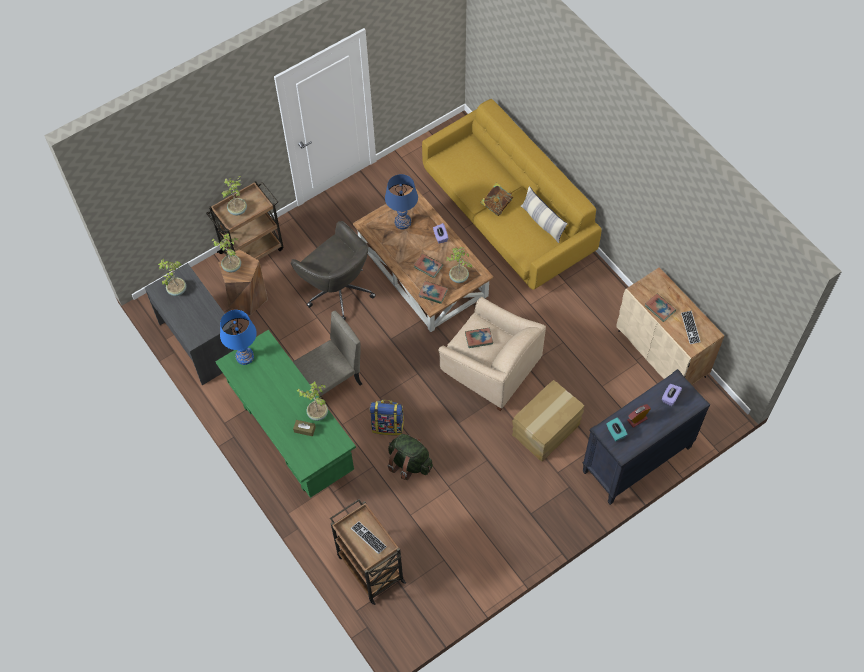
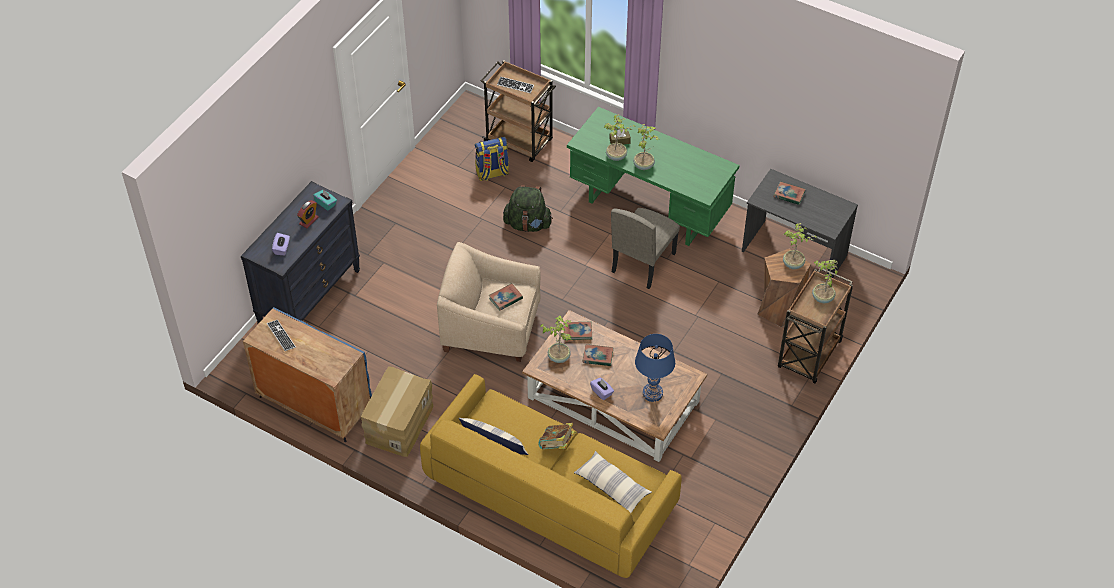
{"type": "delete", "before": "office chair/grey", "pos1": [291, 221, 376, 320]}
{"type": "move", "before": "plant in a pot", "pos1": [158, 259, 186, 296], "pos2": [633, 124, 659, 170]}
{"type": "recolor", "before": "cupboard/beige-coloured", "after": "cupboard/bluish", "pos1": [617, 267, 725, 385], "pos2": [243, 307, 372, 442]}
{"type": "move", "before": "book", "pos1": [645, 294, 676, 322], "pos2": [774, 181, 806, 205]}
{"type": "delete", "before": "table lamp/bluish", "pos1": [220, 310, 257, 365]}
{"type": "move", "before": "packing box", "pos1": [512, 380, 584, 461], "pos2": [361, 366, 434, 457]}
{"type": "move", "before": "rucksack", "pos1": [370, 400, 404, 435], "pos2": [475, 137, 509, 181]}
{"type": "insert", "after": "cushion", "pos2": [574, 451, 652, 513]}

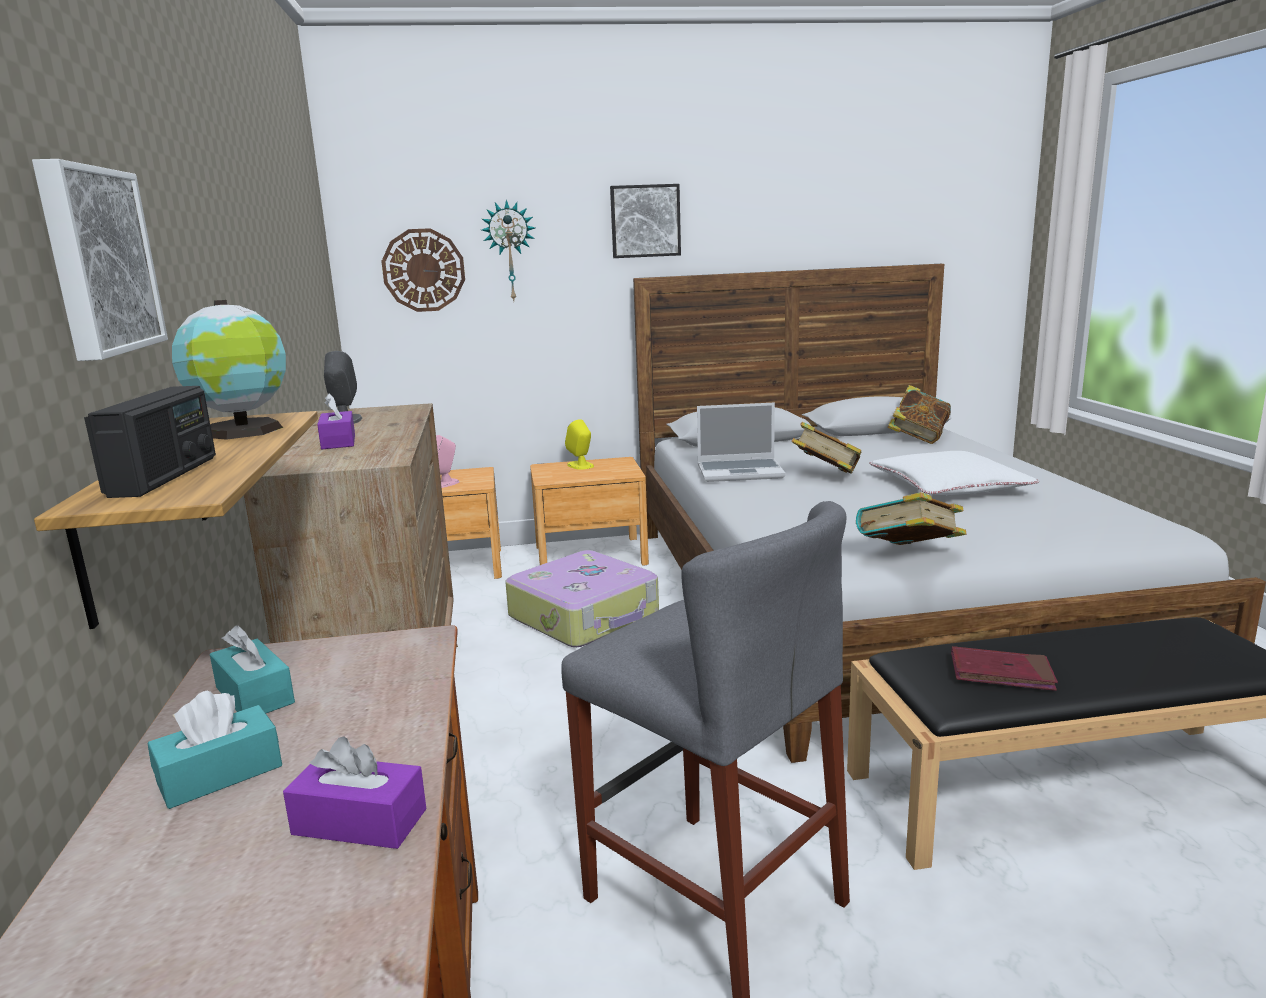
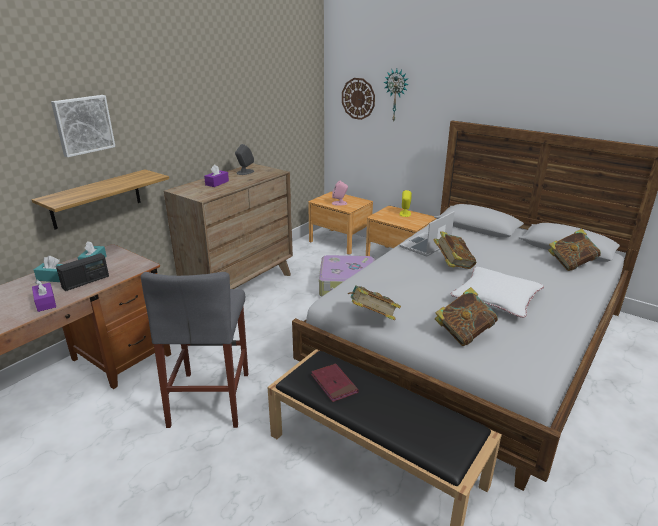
{"type": "delete", "before": "wall picture", "pos1": [610, 184, 681, 258]}
{"type": "delete", "before": "desk globe", "pos1": [172, 300, 286, 440]}
{"type": "move", "before": "radio", "pos1": [84, 386, 216, 498], "pos2": [56, 253, 109, 291]}
{"type": "rotate", "before": "notebook computer", "pos1": [697, 403, 786, 482], "pos2": [399, 211, 455, 257], "turn": 90}
{"type": "insert", "after": "book", "pos2": [435, 287, 498, 346]}

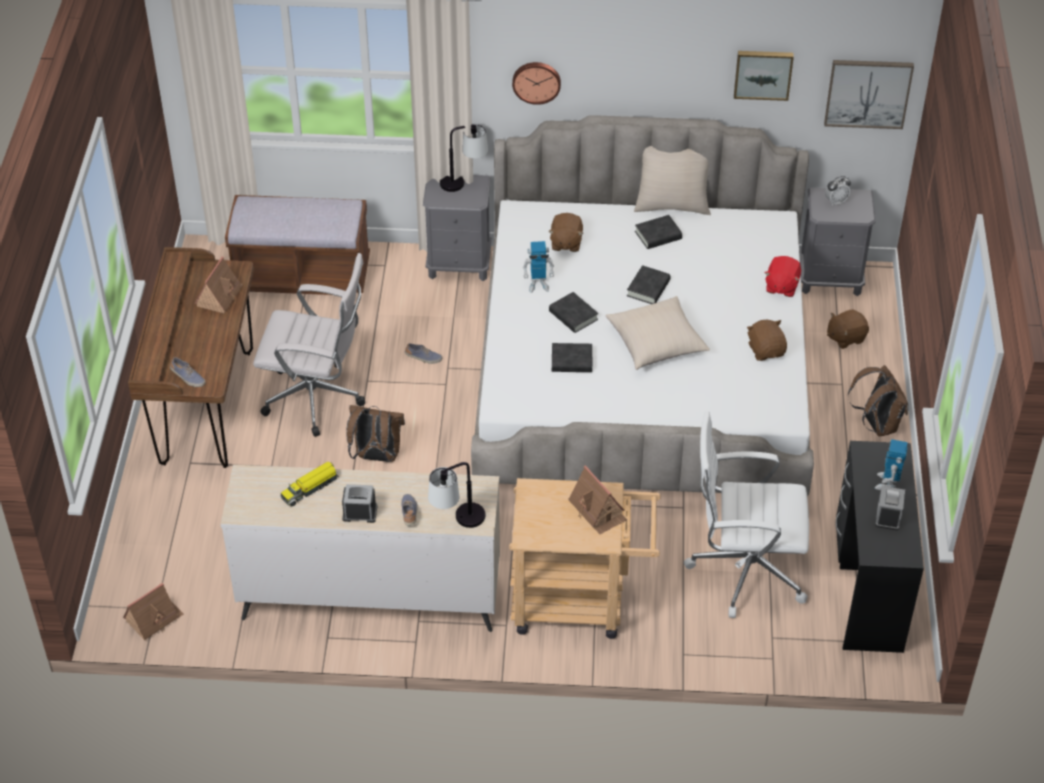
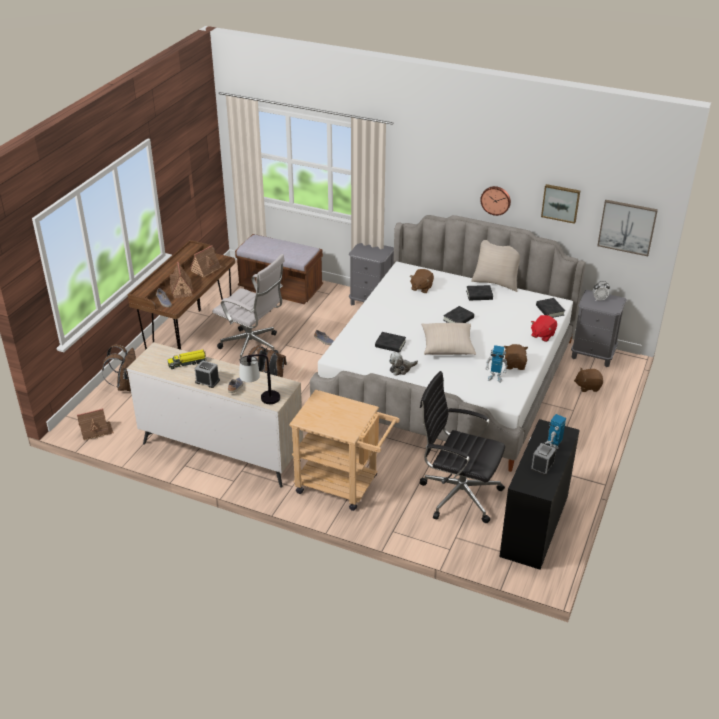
{"type": "move", "before": "wall clock", "pos1": [512, 62, 561, 105], "pos2": [480, 186, 511, 216]}
{"type": "delete", "before": "table lamp", "pos1": [440, 124, 488, 192]}
{"type": "move", "before": "robot figure", "pos1": [523, 241, 554, 293], "pos2": [485, 345, 508, 383]}
{"type": "move", "before": "book/black", "pos1": [549, 292, 598, 333], "pos2": [536, 298, 565, 318]}
{"type": "move", "before": "rucksack/brownish", "pos1": [848, 365, 908, 436], "pos2": [102, 344, 136, 391]}
{"type": "recolor", "before": "office chair/white-coloured", "after": "office chair/black", "pos1": [684, 411, 809, 618], "pos2": [420, 371, 505, 523]}
{"type": "move", "before": "toy house", "pos1": [568, 465, 627, 534], "pos2": [169, 262, 193, 298]}
{"type": "insert", "after": "soft toy", "pos2": [389, 352, 418, 376]}

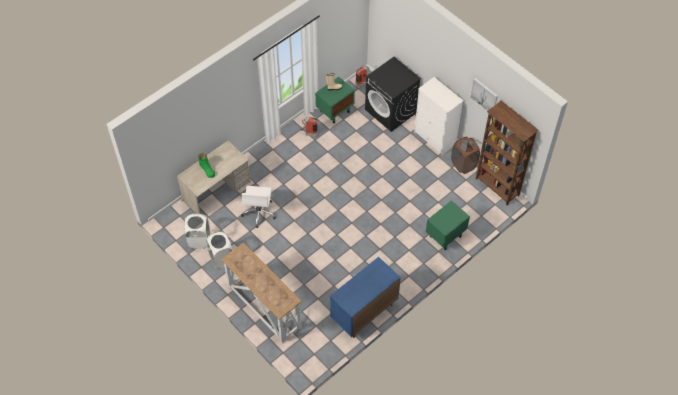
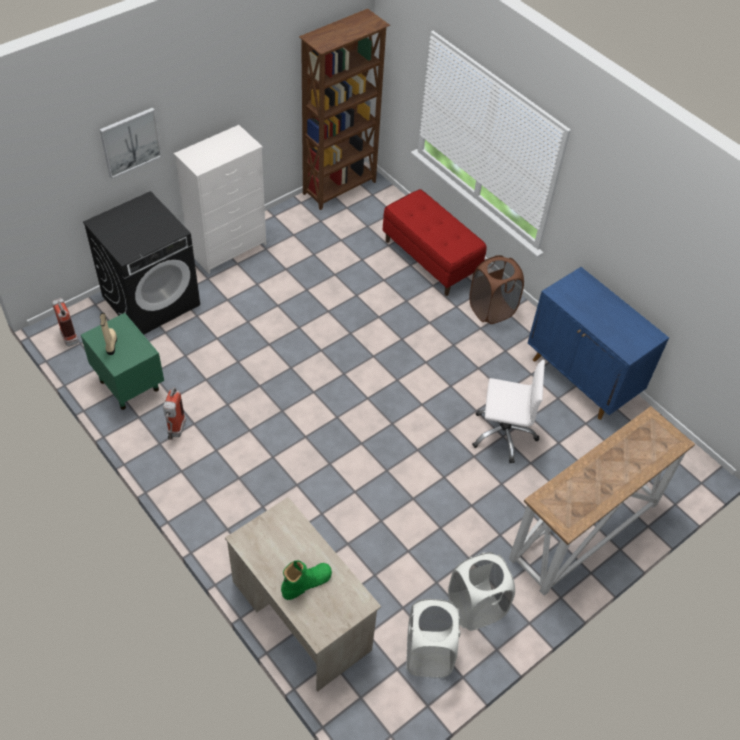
{"type": "move", "before": "wall picture", "pos1": [470, 78, 498, 113], "pos2": [99, 108, 162, 179]}
{"type": "move", "before": "washing basket/brownish", "pos1": [451, 137, 480, 174], "pos2": [469, 255, 524, 324]}
{"type": "move", "before": "office chair/white-coloured", "pos1": [241, 186, 276, 228], "pos2": [472, 360, 545, 463]}
{"type": "replace", "before": "nightstand/greenish", "after": "long seat/reddish", "pos1": [426, 200, 470, 250], "pos2": [383, 189, 487, 296]}

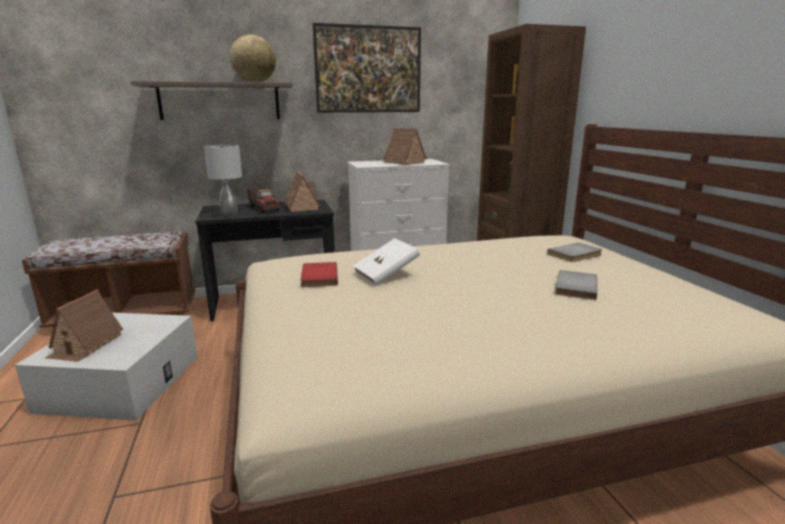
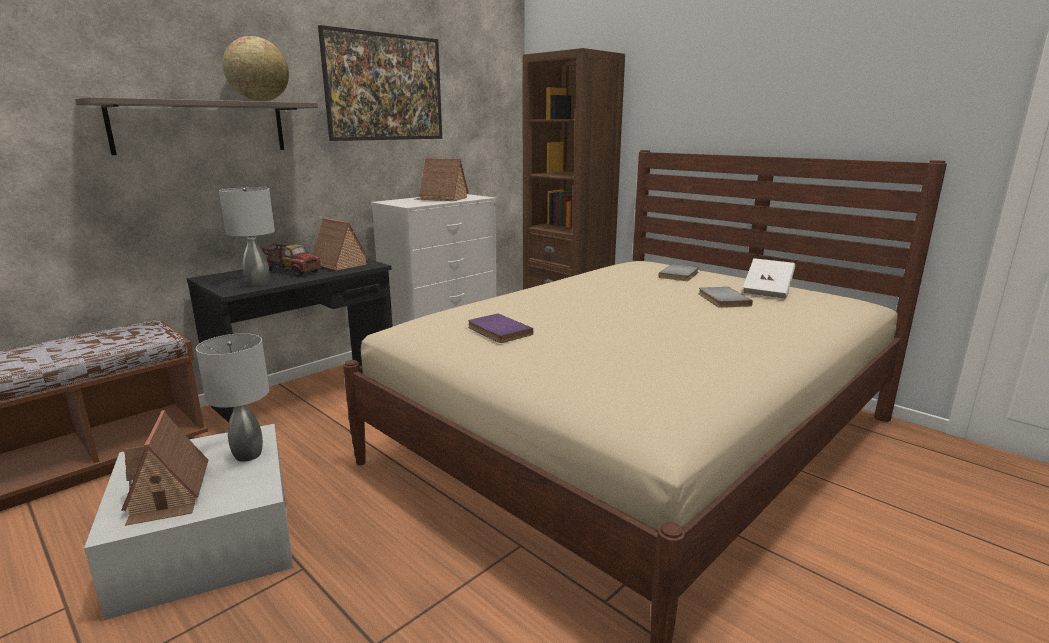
{"type": "move", "before": "book/white-coloured", "pos1": [353, 238, 420, 286], "pos2": [743, 258, 795, 300]}
{"type": "recolor", "before": "book/reddish", "after": "book/purplish", "pos1": [301, 262, 338, 287], "pos2": [468, 314, 533, 343]}
{"type": "insert", "after": "table lamp/grey", "pos2": [196, 333, 269, 462]}

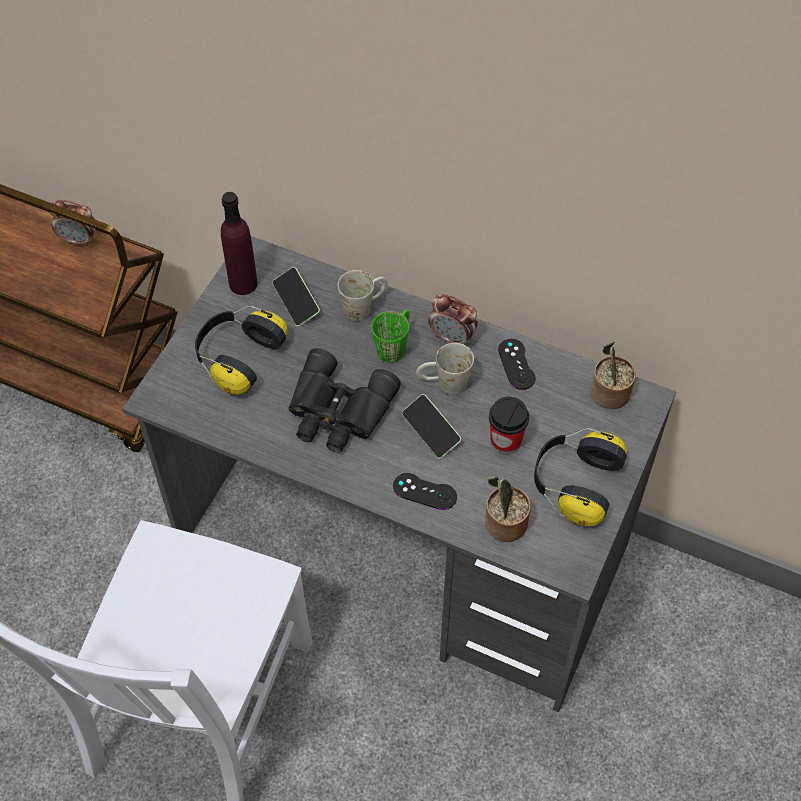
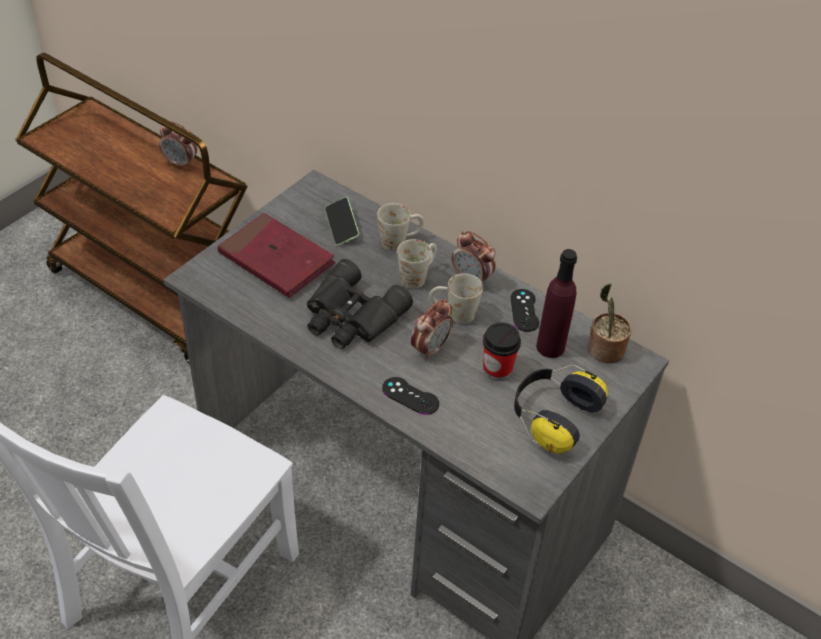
{"type": "move", "before": "drink bottle/purplish", "pos1": [221, 192, 258, 295], "pos2": [536, 249, 577, 358]}
{"type": "replace", "before": "pair of headphones", "after": "book/reddish", "pos1": [195, 306, 287, 395], "pos2": [218, 213, 335, 298]}
{"type": "recolor", "before": "mug/greenish", "after": "mug/white-coloured", "pos1": [371, 310, 410, 363], "pos2": [397, 239, 437, 289]}
{"type": "replace", "before": "telephone", "after": "alarm clock", "pos1": [401, 394, 462, 459], "pos2": [411, 299, 453, 360]}
{"type": "delete", "before": "plant in a pot", "pos1": [485, 476, 531, 542]}

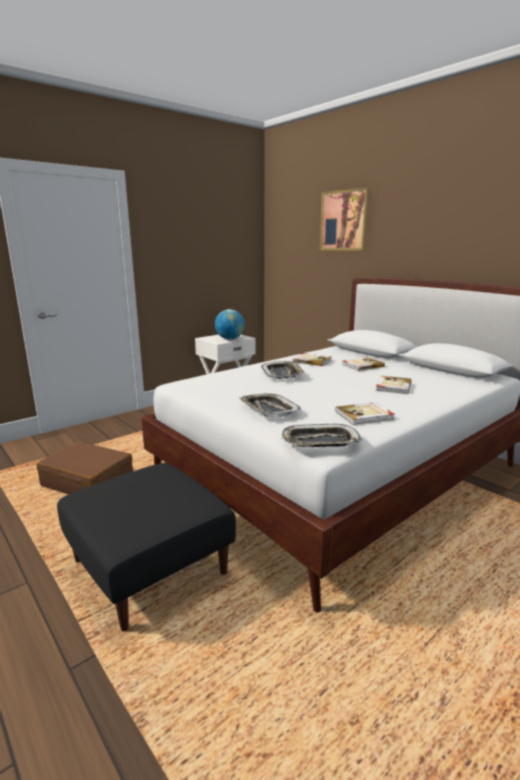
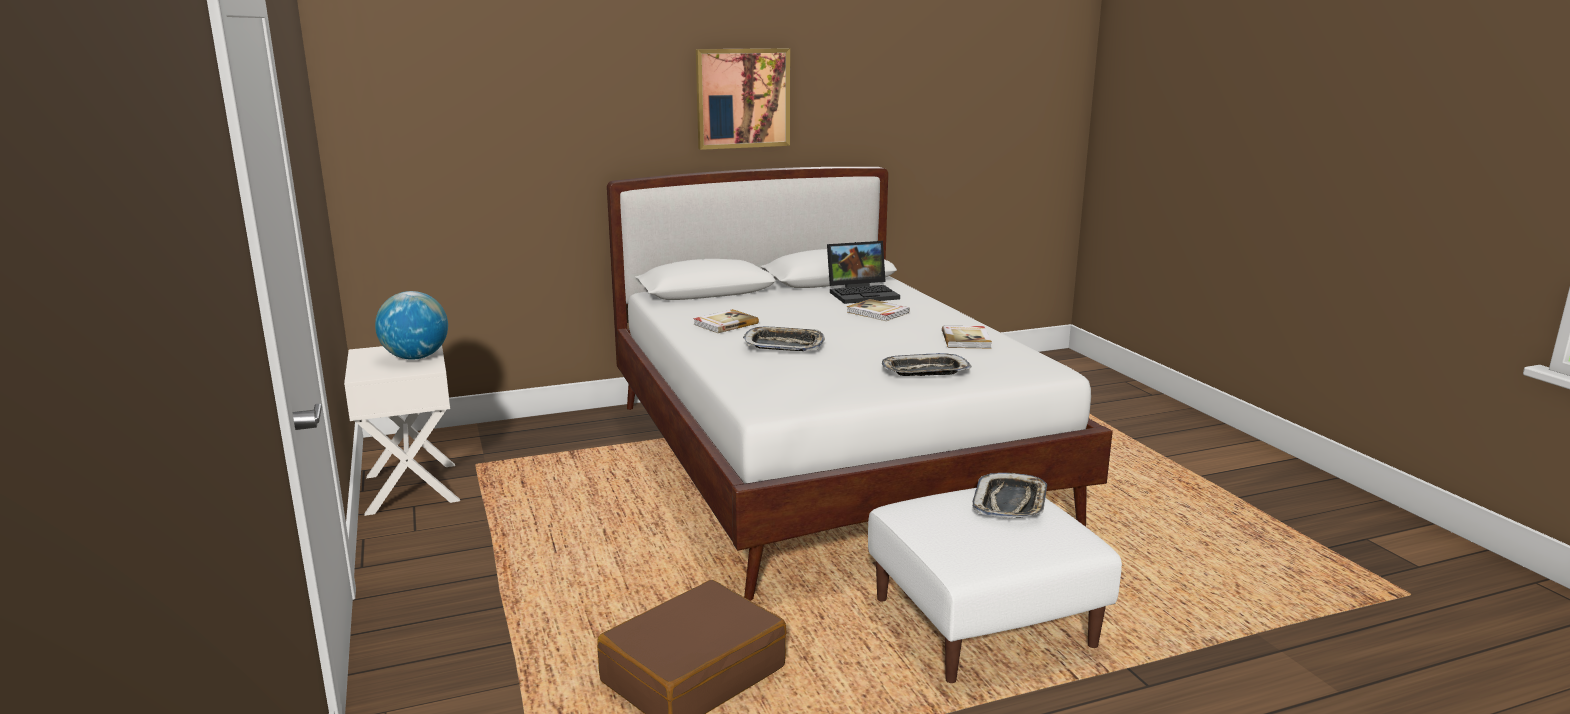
{"type": "move", "before": "wall picture", "pos1": [320, 187, 370, 251], "pos2": [696, 48, 790, 150]}
{"type": "delete", "before": "book", "pos1": [342, 357, 385, 371]}
{"type": "move", "before": "carrying tray", "pos1": [282, 424, 363, 447], "pos2": [972, 473, 1047, 518]}
{"type": "recolor", "before": "pouffe/black", "after": "pouffe/white-coloured", "pos1": [57, 463, 236, 631], "pos2": [868, 488, 1122, 683]}
{"type": "insert", "after": "notebook computer", "pos2": [827, 241, 900, 304]}

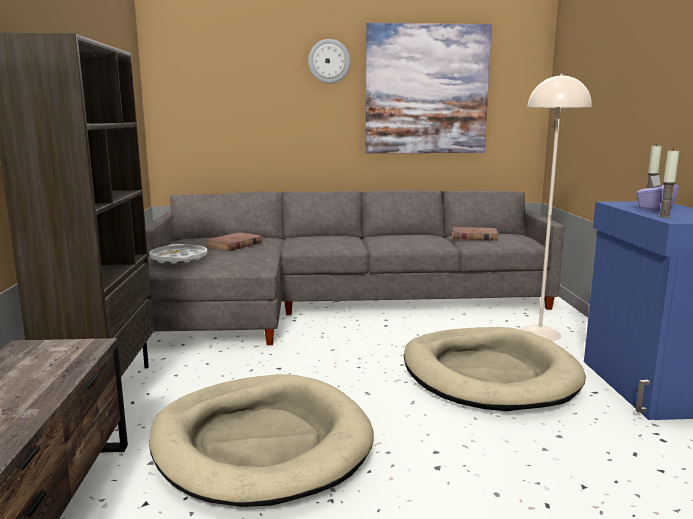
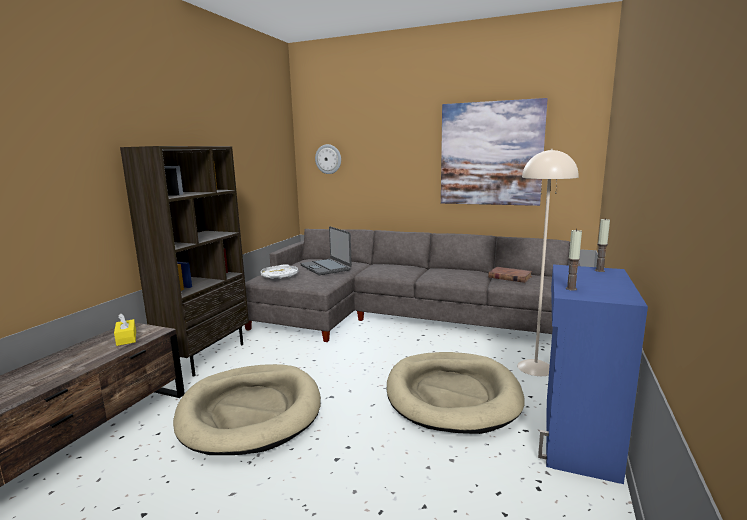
{"type": "move", "before": "wall clock", "pos1": [308, 39, 351, 84], "pos2": [315, 144, 341, 174]}
{"type": "delete", "before": "tissue holder/purplish", "pos1": [636, 175, 679, 211]}
{"type": "replace", "before": "book/brownish", "after": "notebook computer", "pos1": [205, 232, 263, 251], "pos2": [301, 226, 352, 275]}
{"type": "insert", "after": "tissue holder/yellowish", "pos2": [114, 313, 136, 346]}

